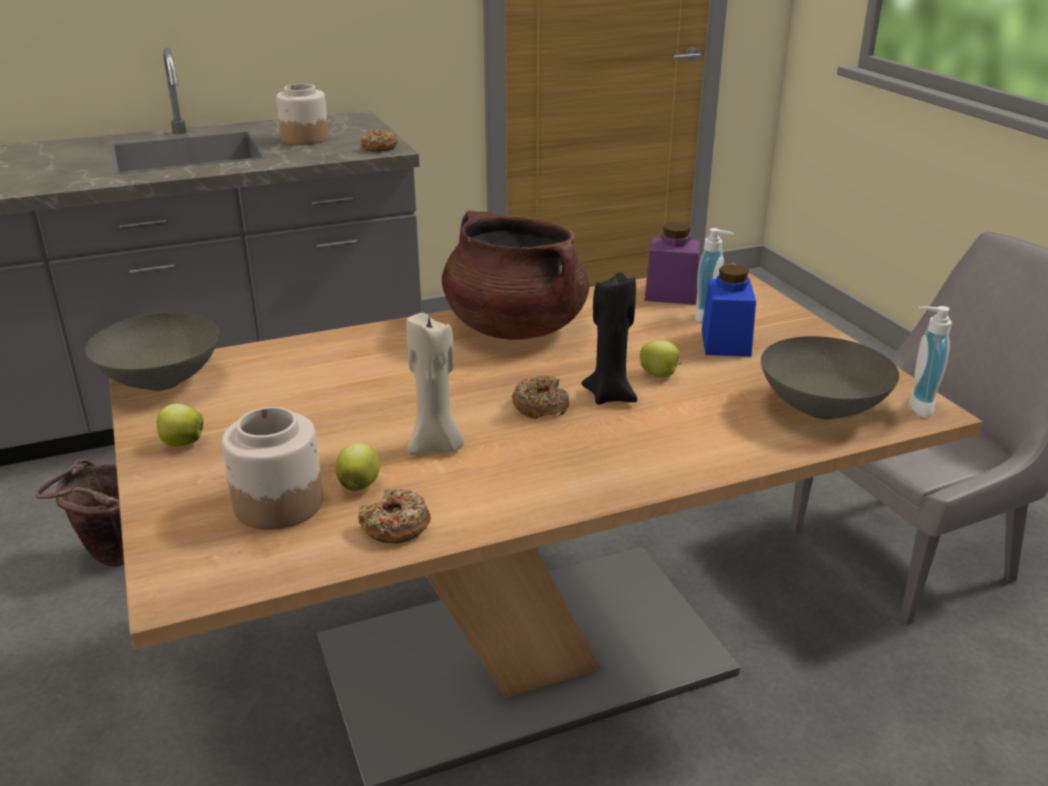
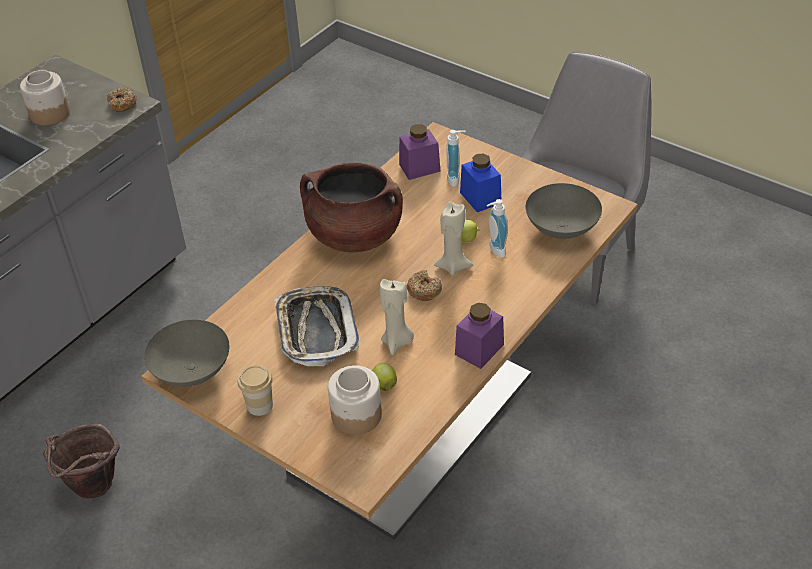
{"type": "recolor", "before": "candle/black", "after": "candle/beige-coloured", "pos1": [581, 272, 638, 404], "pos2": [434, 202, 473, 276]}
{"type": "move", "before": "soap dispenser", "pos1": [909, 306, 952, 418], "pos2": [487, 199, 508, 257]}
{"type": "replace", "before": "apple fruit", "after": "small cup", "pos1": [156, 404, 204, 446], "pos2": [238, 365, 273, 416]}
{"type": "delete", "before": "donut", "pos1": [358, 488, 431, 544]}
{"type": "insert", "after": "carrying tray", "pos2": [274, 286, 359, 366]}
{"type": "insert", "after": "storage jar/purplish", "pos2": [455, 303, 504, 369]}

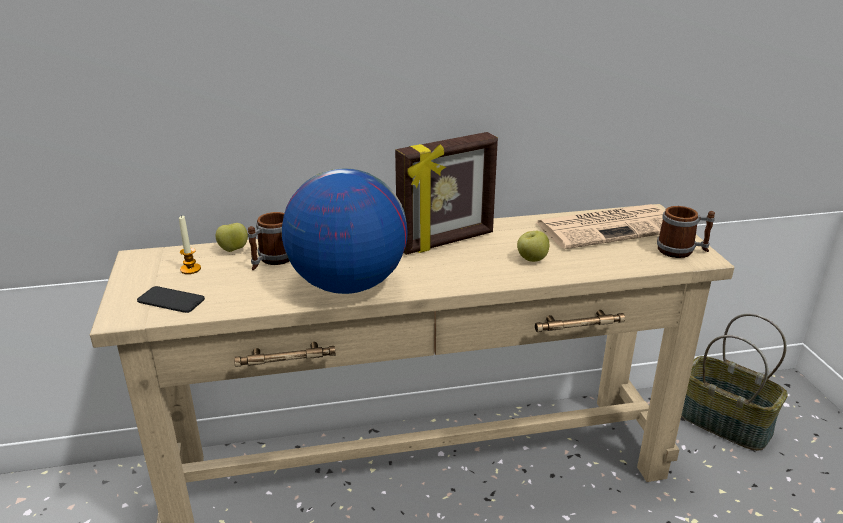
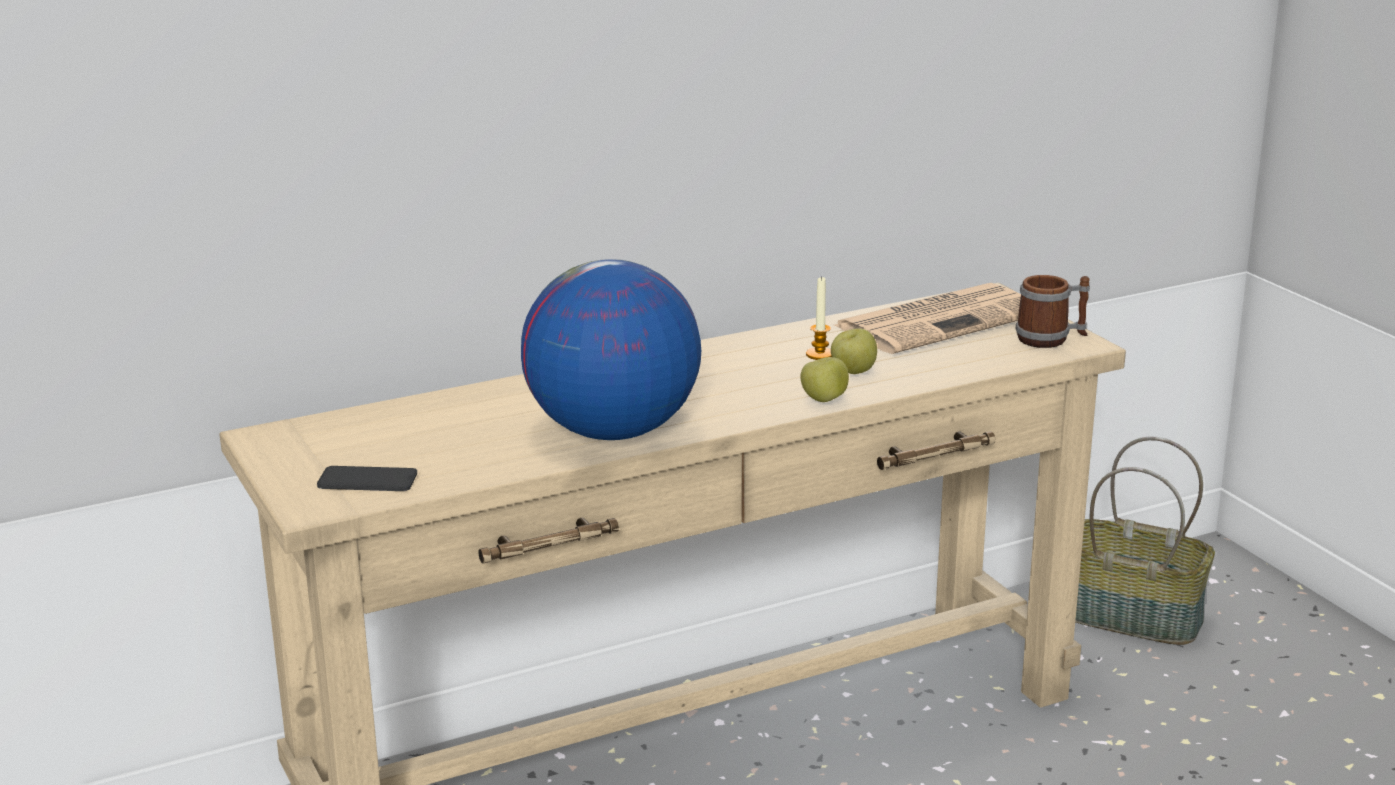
{"type": "delete", "before": "picture frame", "pos1": [395, 132, 498, 255]}
{"type": "delete", "before": "mug", "pos1": [247, 212, 290, 270]}
{"type": "move", "before": "candle", "pos1": [179, 215, 201, 274], "pos2": [806, 276, 832, 360]}
{"type": "move", "before": "apple fruit", "pos1": [216, 223, 248, 252], "pos2": [801, 357, 849, 402]}

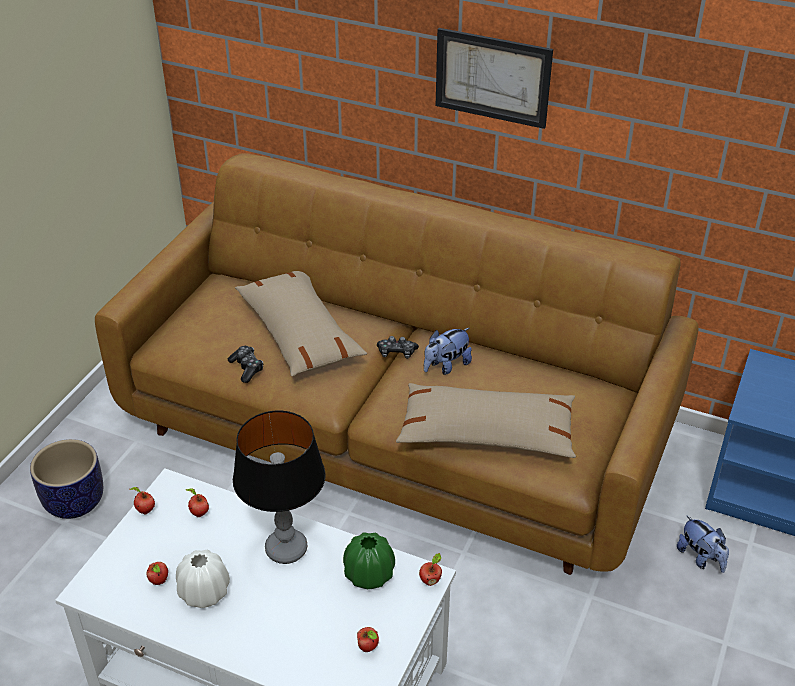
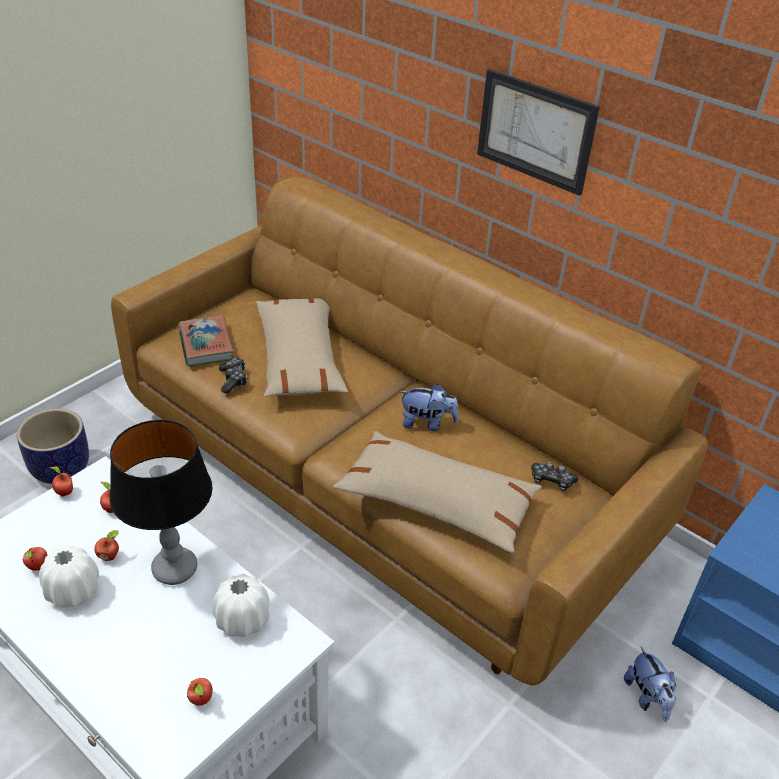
{"type": "rotate", "before": "soft toy", "pos1": [424, 328, 472, 375], "pos2": [399, 384, 459, 432], "turn": -150}
{"type": "move", "before": "game controller", "pos1": [377, 336, 419, 359], "pos2": [531, 462, 578, 492]}
{"type": "recolor", "before": "decorative vase/greenish", "after": "decorative vase/white-coloured", "pos1": [343, 532, 395, 589], "pos2": [212, 574, 270, 637]}
{"type": "move", "before": "apple fruit", "pos1": [419, 553, 442, 586], "pos2": [94, 530, 119, 561]}
{"type": "insert", "after": "book", "pos2": [178, 316, 234, 366]}

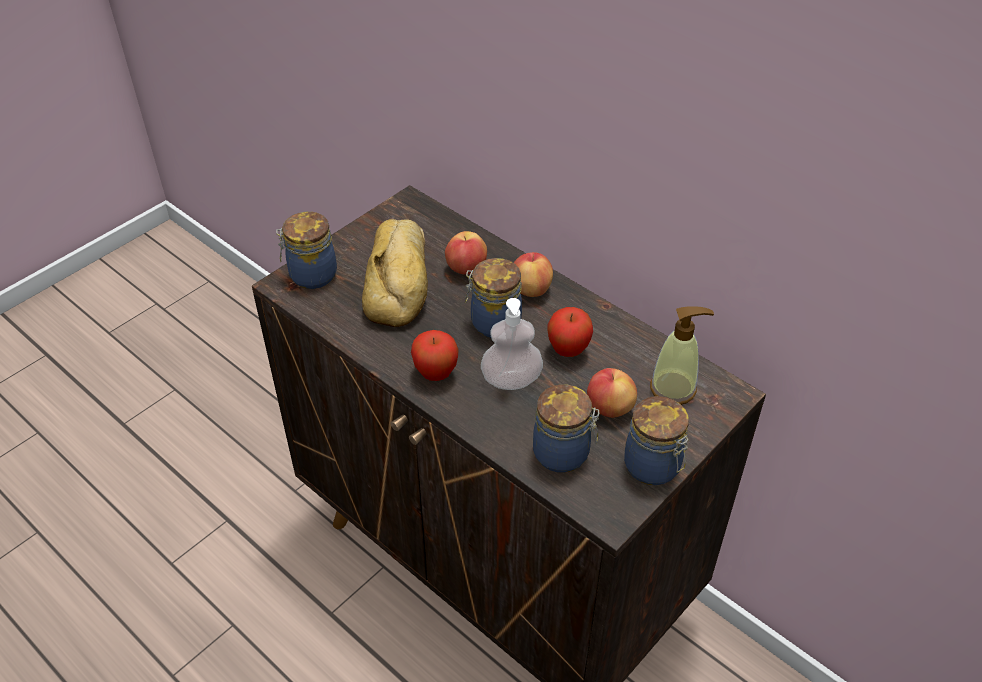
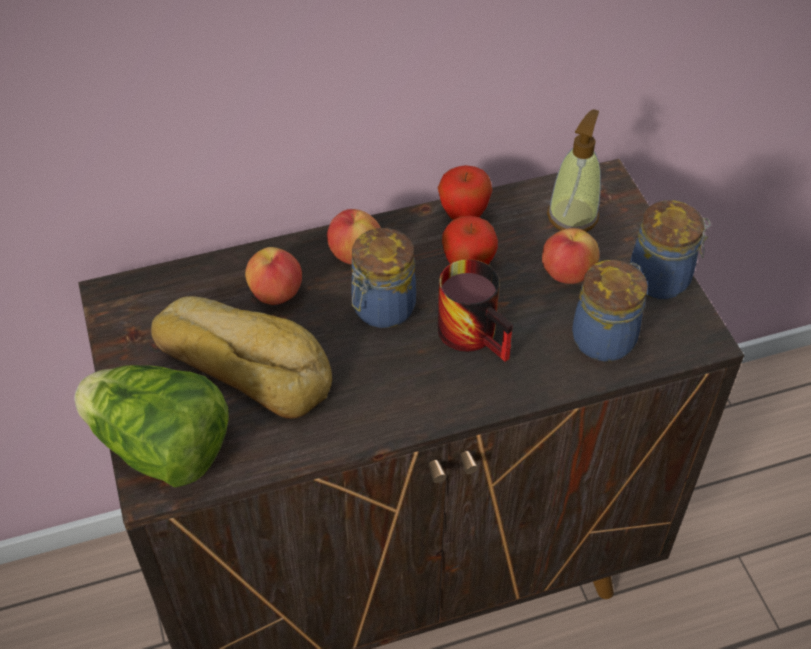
{"type": "replace", "before": "storage jar", "after": "lettuce", "pos1": [276, 212, 337, 289], "pos2": [74, 365, 229, 487]}
{"type": "replace", "before": "soap dispenser", "after": "mug", "pos1": [481, 298, 543, 390], "pos2": [438, 259, 513, 362]}
{"type": "move", "before": "apple fruit", "pos1": [411, 330, 459, 381], "pos2": [438, 165, 493, 220]}

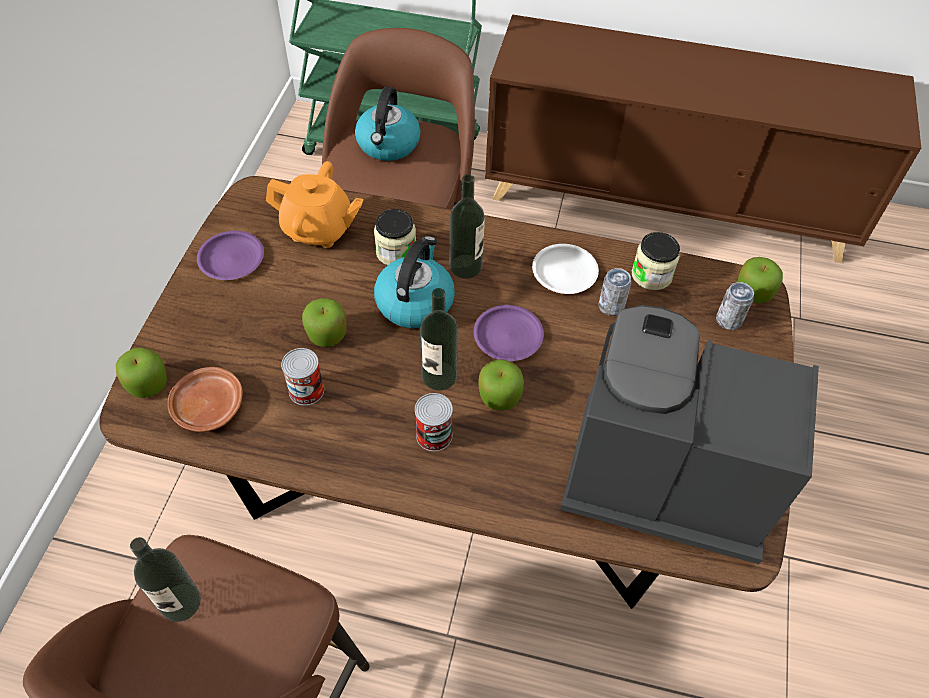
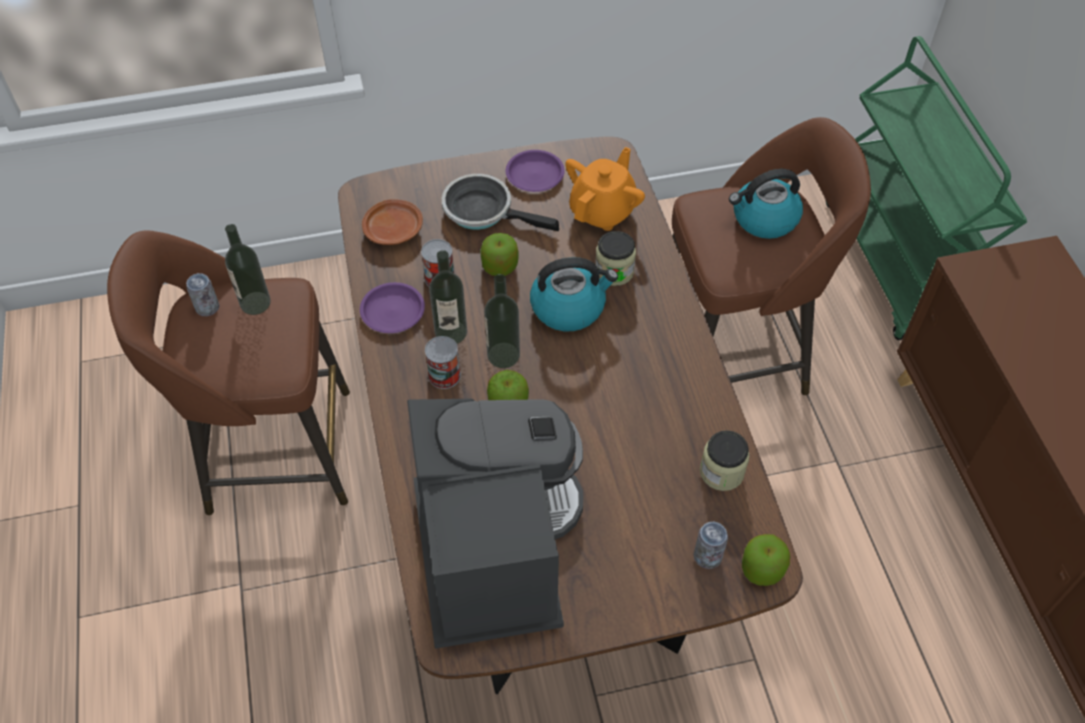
{"type": "rotate", "before": "tea pot/orangey", "pos1": [266, 161, 364, 248], "pos2": [565, 147, 645, 231], "turn": -135}
{"type": "move", "before": "drink bottle", "pos1": [450, 174, 485, 279], "pos2": [429, 250, 467, 344]}
{"type": "delete", "before": "plate/white-coloured", "pos1": [532, 244, 599, 294]}
{"type": "move", "before": "can", "pos1": [599, 268, 631, 316], "pos2": [186, 273, 219, 316]}
{"type": "move", "before": "plate/purplish", "pos1": [474, 305, 544, 361], "pos2": [360, 282, 425, 333]}
{"type": "delete", "before": "apple fruit", "pos1": [116, 347, 167, 398]}
{"type": "insert", "after": "frying pan", "pos2": [442, 174, 559, 231]}

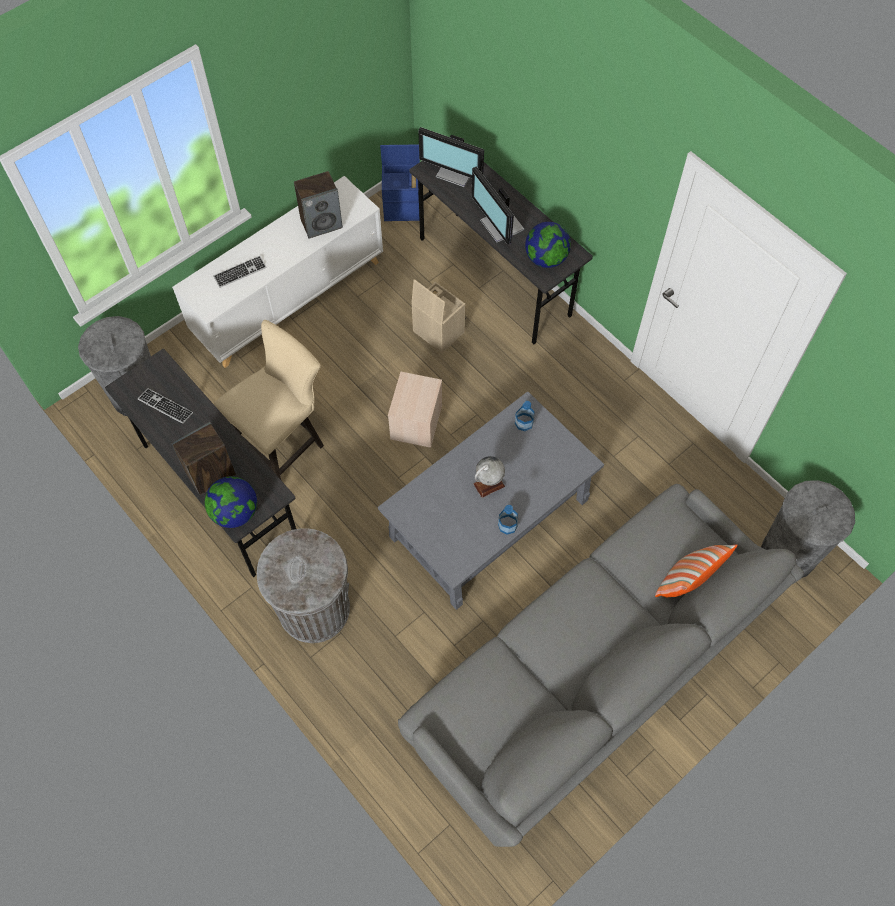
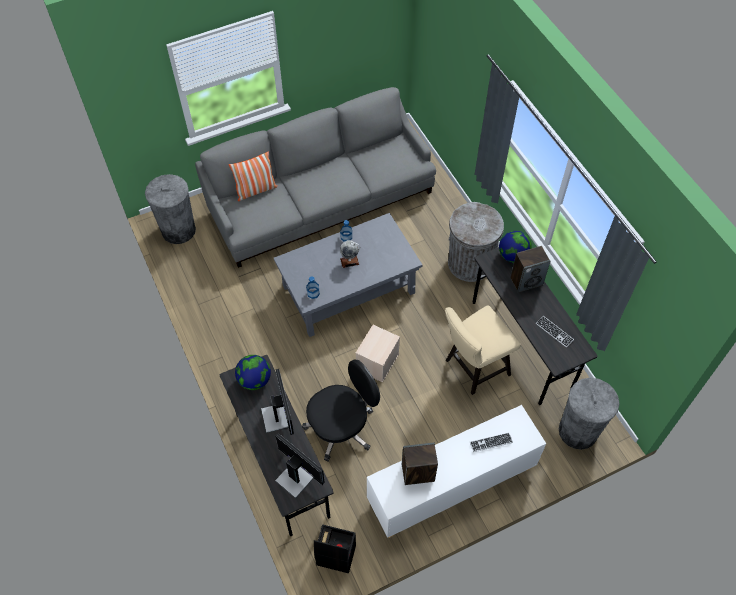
{"type": "recolor", "before": "storage box/bluish", "after": "storage box/black", "pos1": [380, 144, 420, 221], "pos2": [314, 524, 356, 573]}
{"type": "replace", "before": "storage box/beige-coloured", "after": "office chair/black", "pos1": [412, 279, 465, 353], "pos2": [302, 359, 380, 462]}

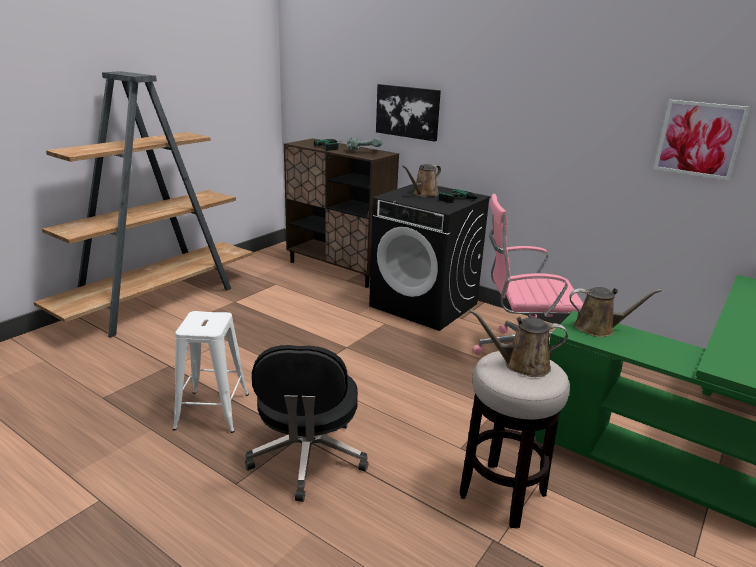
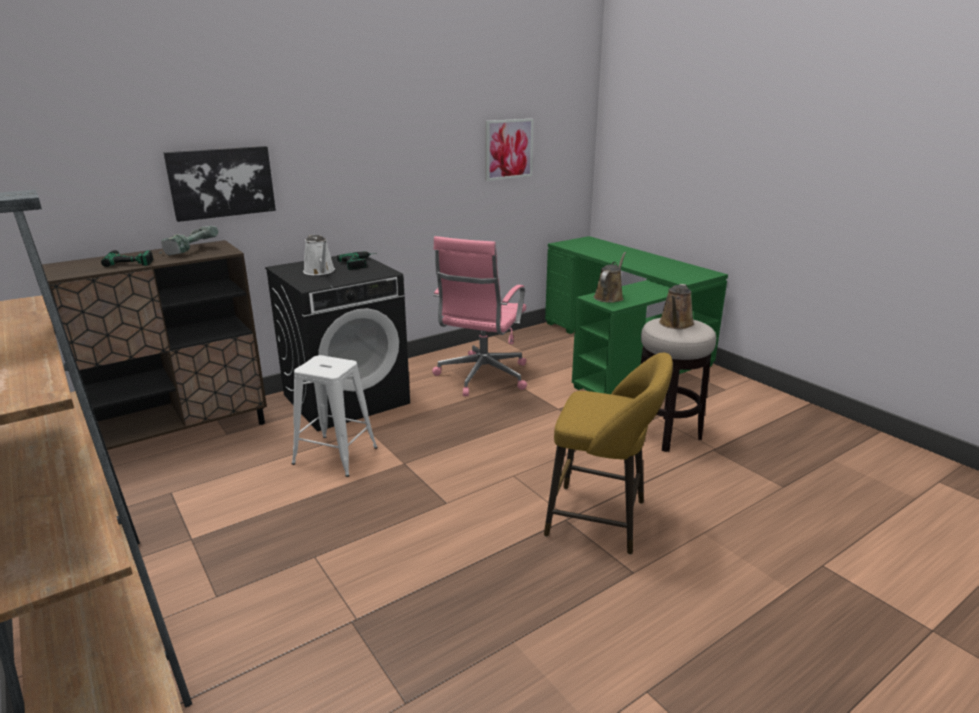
{"type": "recolor", "before": "sprinkling can/brownish", "after": "sprinkling can/white-coloured", "pos1": [402, 164, 441, 197], "pos2": [303, 235, 335, 275]}
{"type": "move", "before": "stool/white-coloured", "pos1": [173, 311, 249, 433], "pos2": [292, 355, 378, 477]}
{"type": "replace", "before": "office chair/black", "after": "stool/yellowish", "pos1": [245, 345, 368, 502], "pos2": [544, 352, 673, 555]}

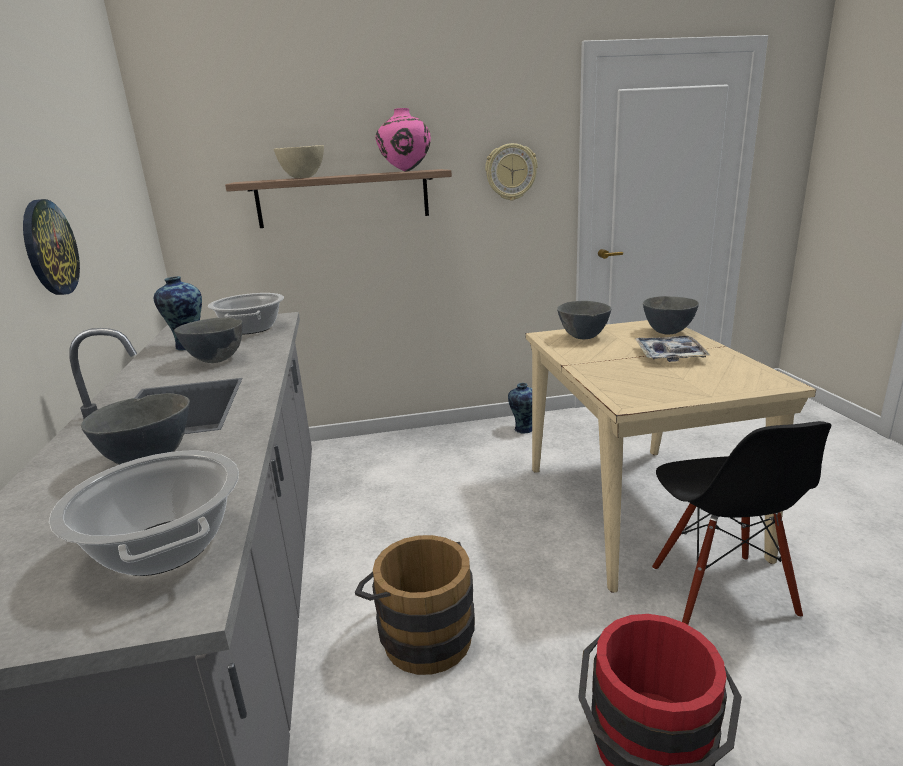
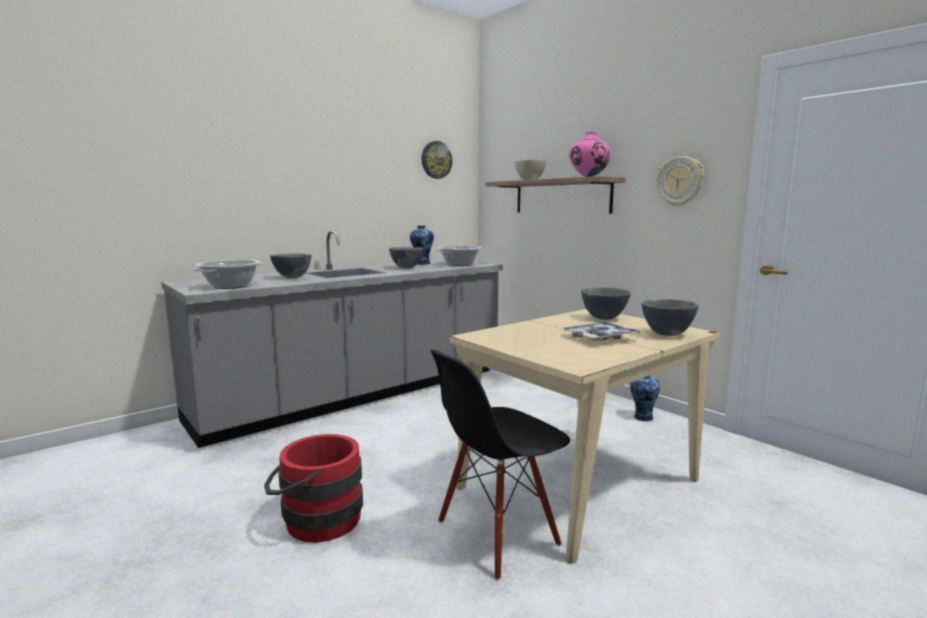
{"type": "move", "before": "wall clock", "pos1": [23, 199, 80, 295], "pos2": [422, 141, 452, 179]}
{"type": "delete", "before": "bucket/brownish", "pos1": [355, 535, 475, 675]}

